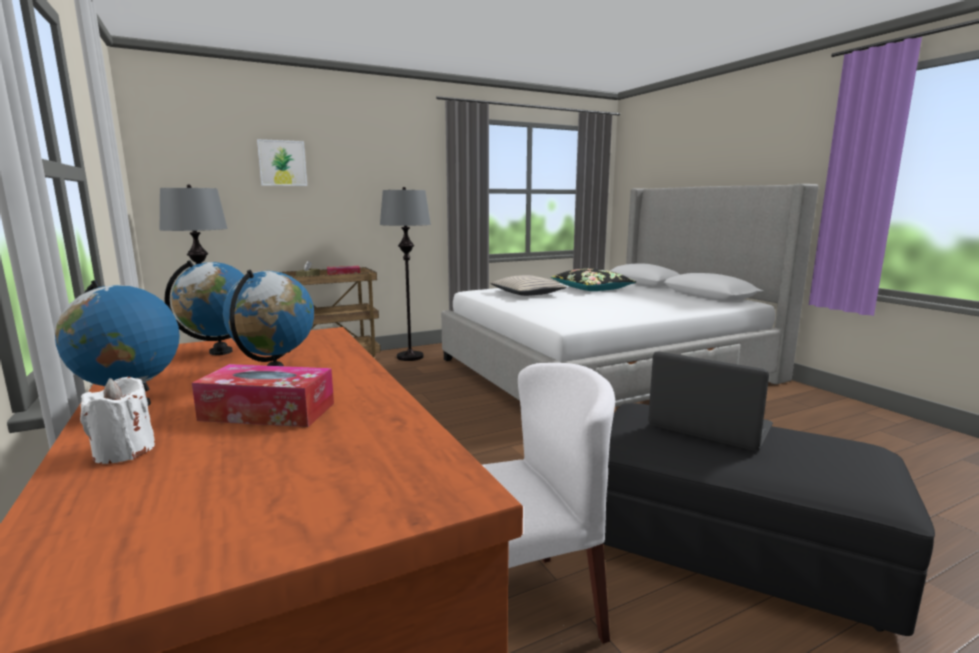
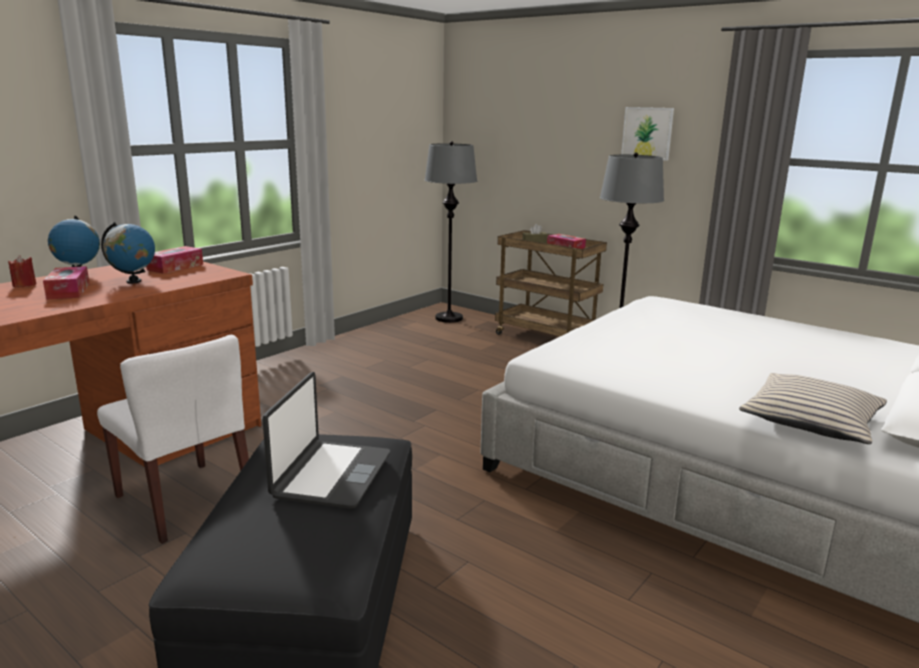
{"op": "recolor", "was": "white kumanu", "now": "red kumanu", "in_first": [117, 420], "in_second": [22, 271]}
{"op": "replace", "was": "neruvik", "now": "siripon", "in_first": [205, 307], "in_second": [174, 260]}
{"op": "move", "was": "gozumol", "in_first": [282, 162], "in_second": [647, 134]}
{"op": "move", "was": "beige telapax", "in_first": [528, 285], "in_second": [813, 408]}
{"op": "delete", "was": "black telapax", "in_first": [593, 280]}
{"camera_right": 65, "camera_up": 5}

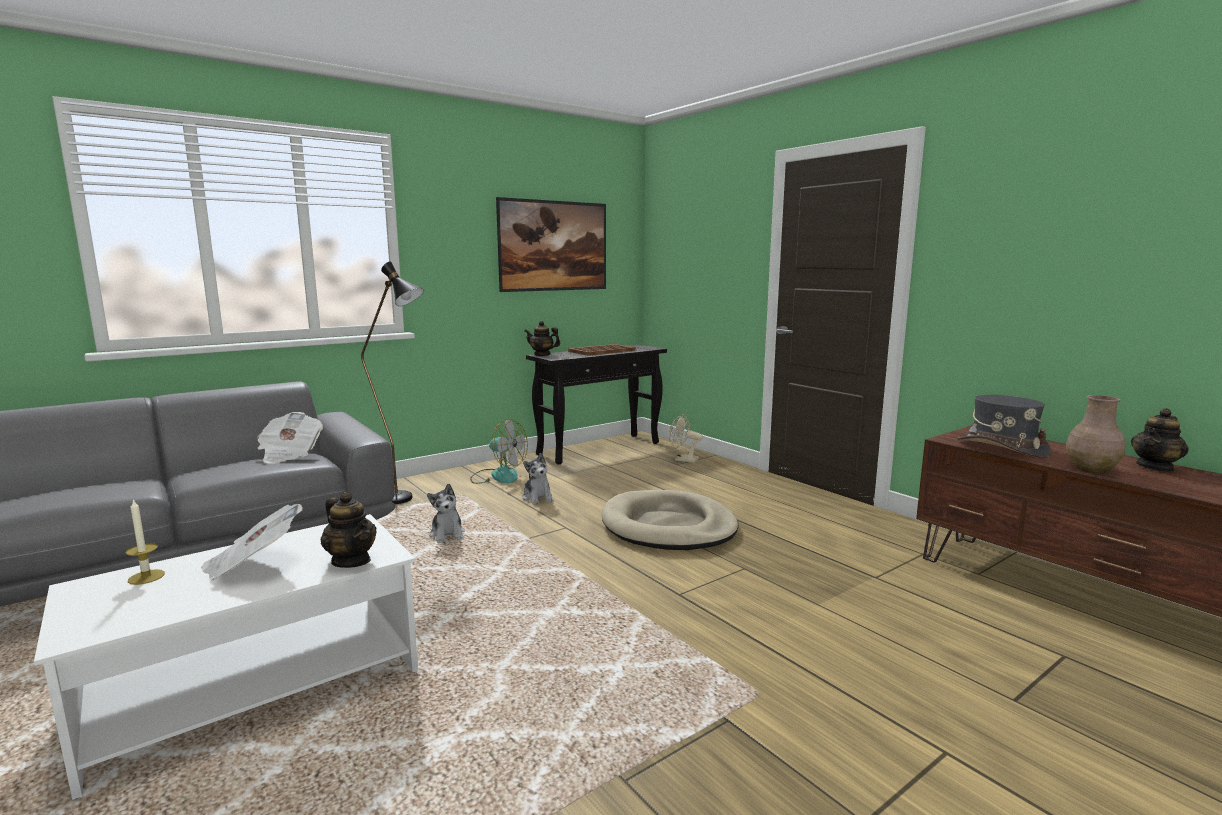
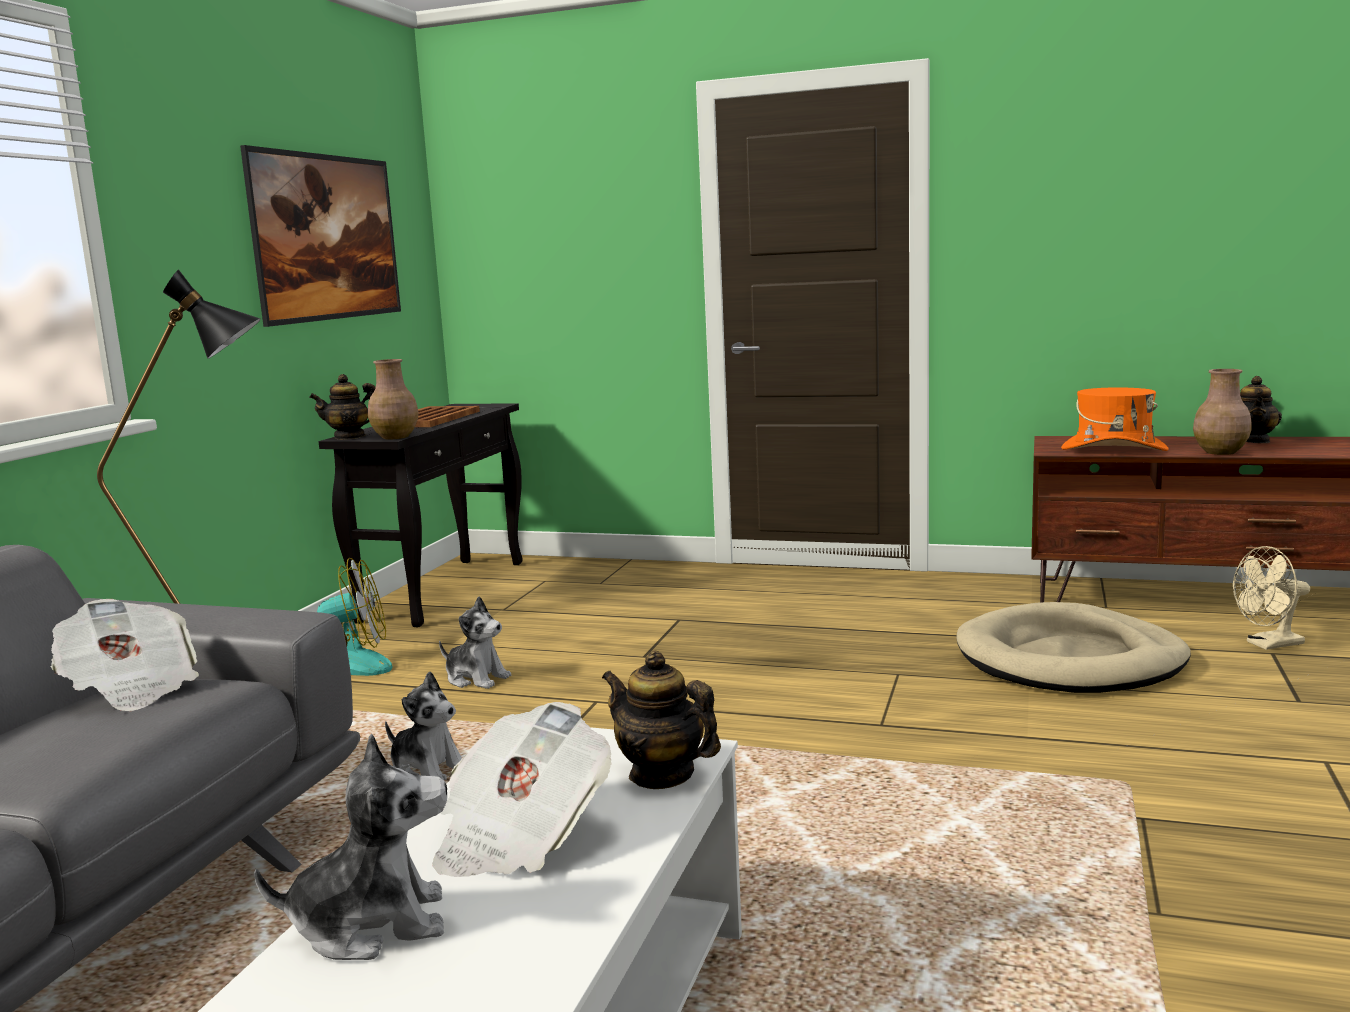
{"op": "replace", "was": "kumanu", "now": "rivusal", "in_first": [145, 542], "in_second": [350, 847]}
{"op": "insert", "now": "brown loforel", "in_second": [393, 399]}
{"op": "rotate", "was": "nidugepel", "in_first": [349, 530], "in_second": [661, 720], "clockwise": -150}
{"op": "move", "was": "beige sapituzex", "in_first": [670, 520], "in_second": [1073, 647]}
{"op": "recolor", "was": "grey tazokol", "now": "orange tazokol", "in_first": [1004, 426], "in_second": [1115, 419]}
{"op": "move", "was": "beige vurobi", "in_first": [686, 438], "in_second": [1271, 598]}
{"camera_right": -35, "camera_up": 0}

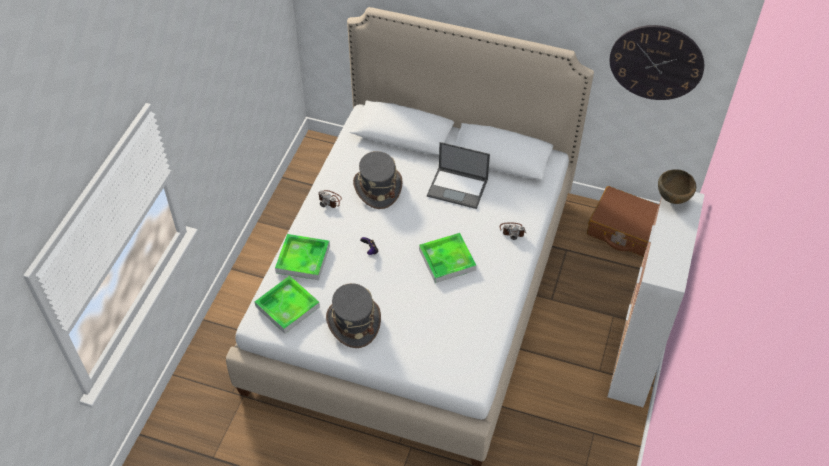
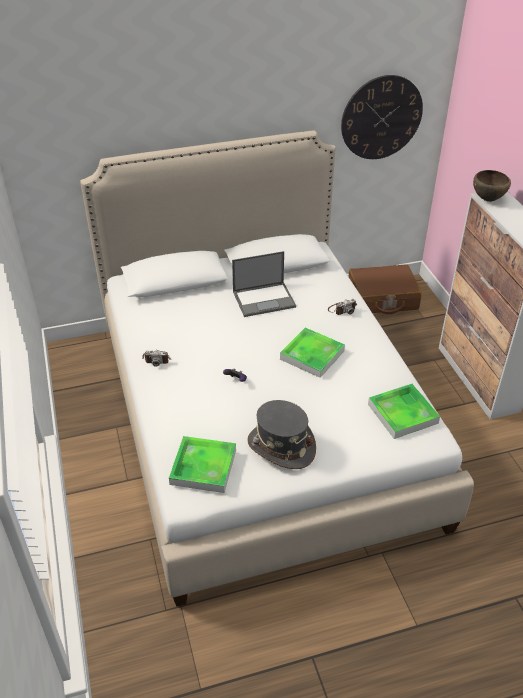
{"op": "move", "was": "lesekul", "in_first": [302, 257], "in_second": [404, 411]}
{"op": "delete", "was": "grey tazokol", "in_first": [378, 180]}
{"camera_right": -35, "camera_up": -10}

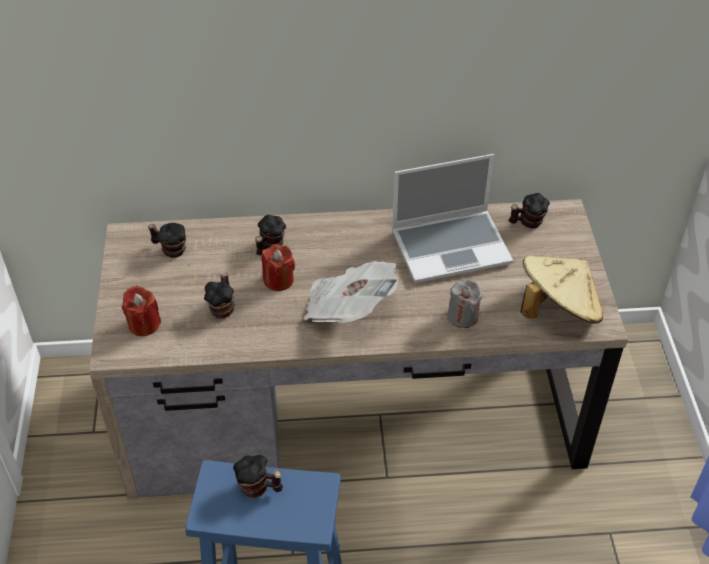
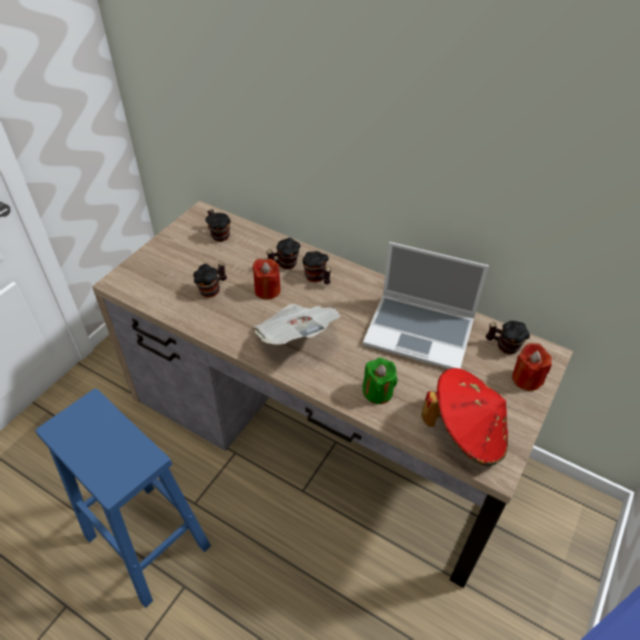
{"op": "move", "was": "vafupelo", "in_first": [258, 476], "in_second": [317, 268]}
{"op": "recolor", "was": "grey kumanu", "now": "green kumanu", "in_first": [465, 304], "in_second": [379, 381]}
{"op": "recolor", "was": "beige tazokol", "now": "red tazokol", "in_first": [562, 290], "in_second": [464, 417]}
{"op": "move", "was": "red kumanu", "in_first": [141, 311], "in_second": [532, 367]}
{"camera_right": 35, "camera_up": 0}

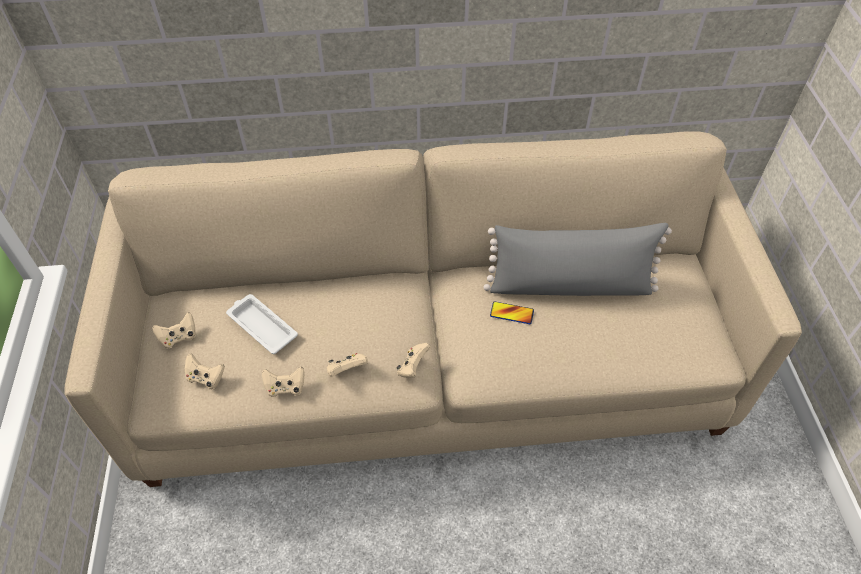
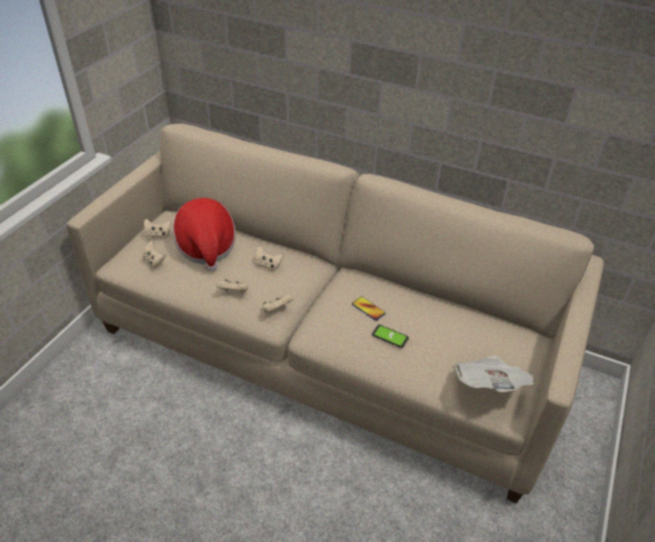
{"op": "replace", "was": "white lesekul", "now": "tazokol", "in_first": [262, 324], "in_second": [204, 234]}
{"op": "move", "was": "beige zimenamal", "in_first": [283, 381], "in_second": [269, 258]}
{"op": "insert", "now": "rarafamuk", "in_second": [390, 336]}
{"op": "insert", "now": "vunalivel", "in_second": [494, 374]}
{"op": "delete", "was": "grey telapax", "in_first": [577, 259]}
{"camera_right": 30, "camera_up": -10}

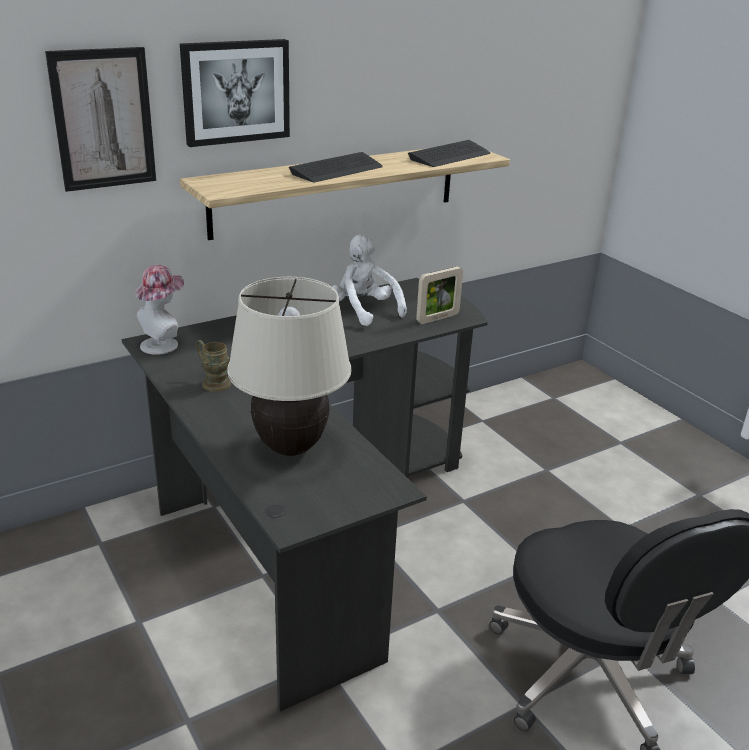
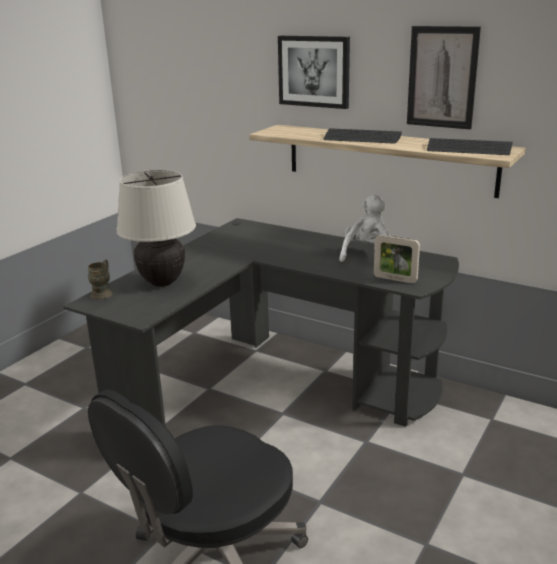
{"op": "move", "was": "brown vafupelo", "in_first": [213, 366], "in_second": [100, 279]}
{"op": "move", "was": "gozumol", "in_first": [100, 119], "in_second": [444, 77]}
{"op": "delete", "was": "tazokol", "in_first": [159, 310]}
{"camera_right": 65, "camera_up": -5}

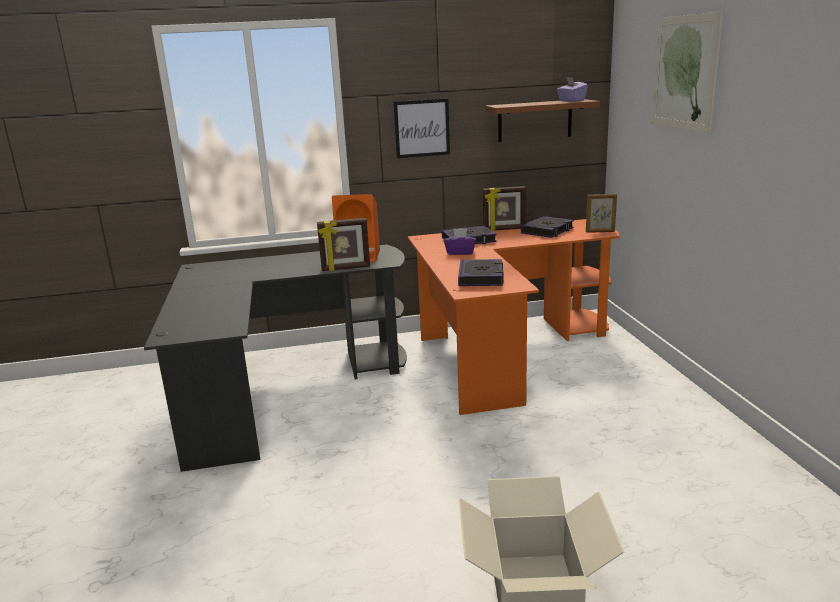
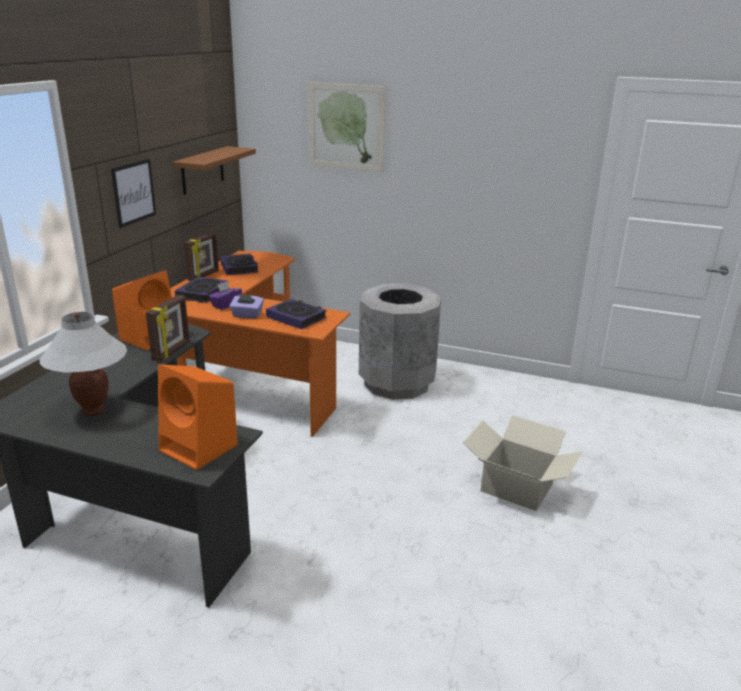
{"op": "insert", "now": "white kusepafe", "in_second": [83, 364]}
{"op": "insert", "now": "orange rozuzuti", "in_second": [198, 417]}
{"op": "move", "was": "purple siripon", "in_first": [572, 89], "in_second": [246, 306]}
{"op": "insert", "now": "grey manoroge", "in_second": [400, 341]}
{"op": "delete", "was": "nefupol", "in_first": [601, 213]}
{"camera_right": -60, "camera_up": 5}

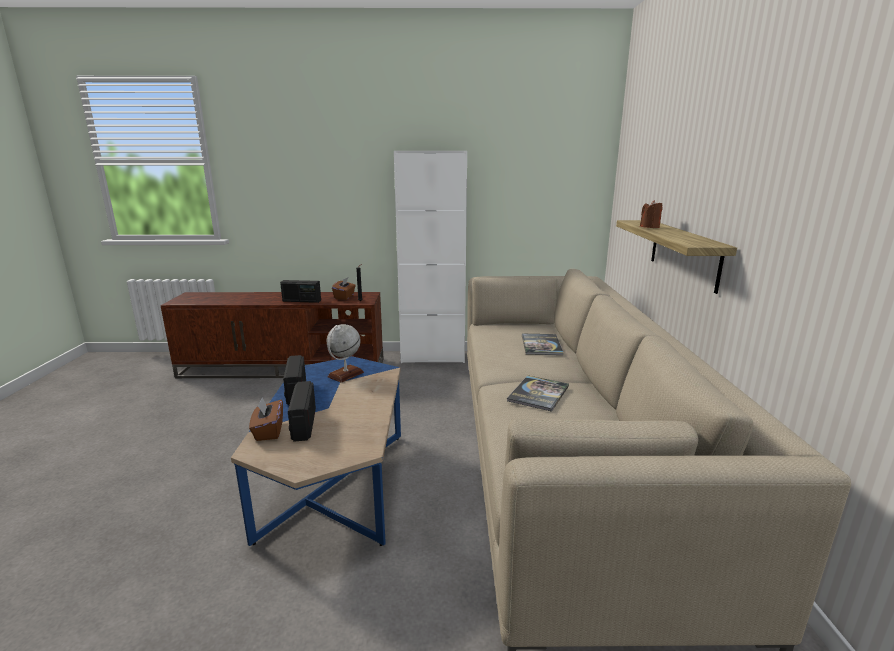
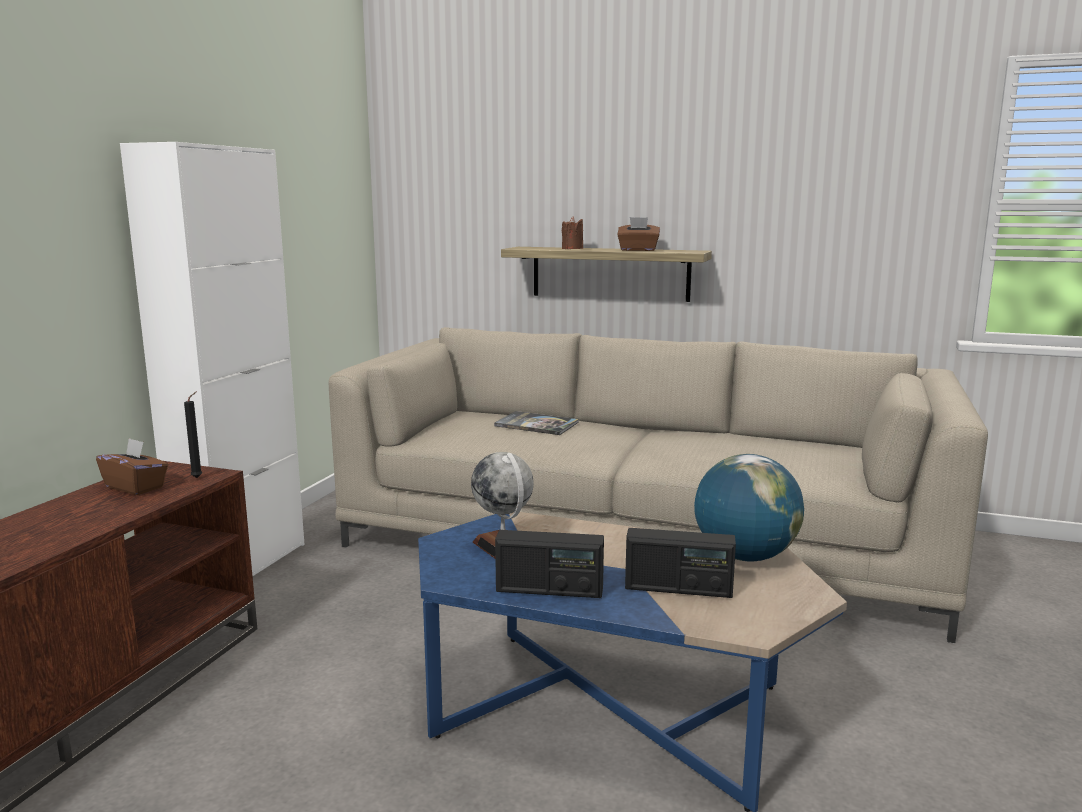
{"op": "move", "was": "brown siripon", "in_first": [266, 419], "in_second": [638, 234]}
{"op": "insert", "now": "neruvik", "in_second": [749, 507]}
{"op": "delete", "was": "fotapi", "in_first": [300, 291]}
{"op": "delete", "was": "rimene", "in_first": [538, 393]}
{"camera_right": -70, "camera_up": -5}

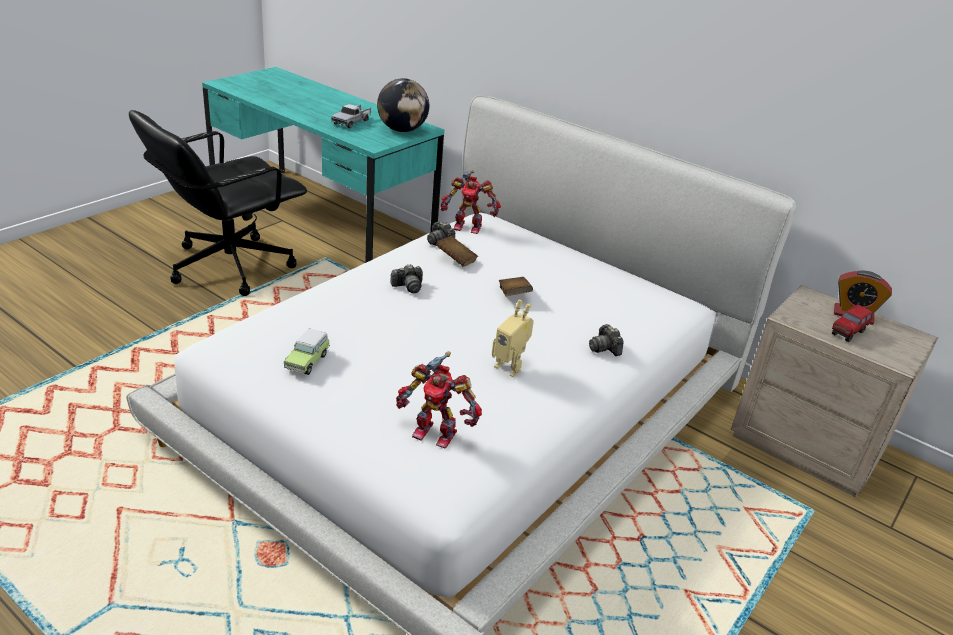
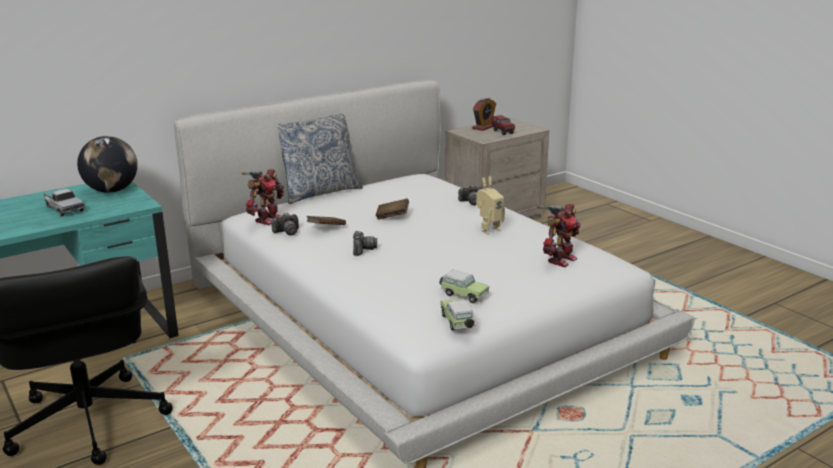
{"op": "insert", "now": "telapax", "in_second": [320, 159]}
{"op": "insert", "now": "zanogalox", "in_second": [458, 314]}
{"camera_right": -70, "camera_up": -10}

